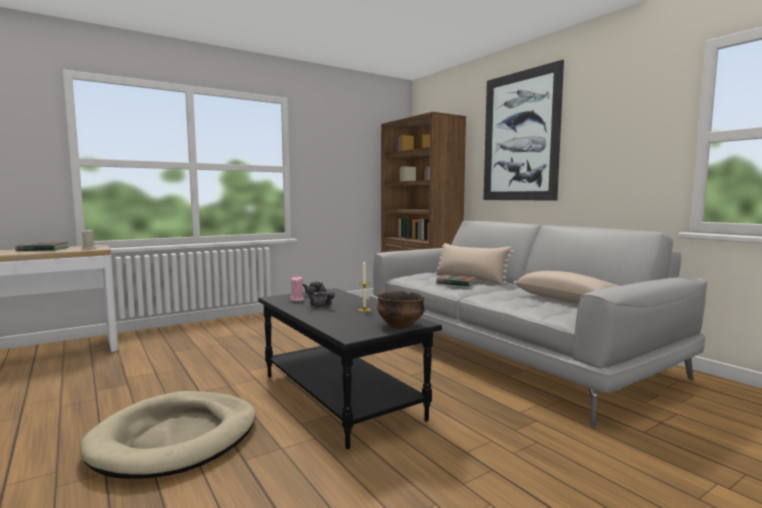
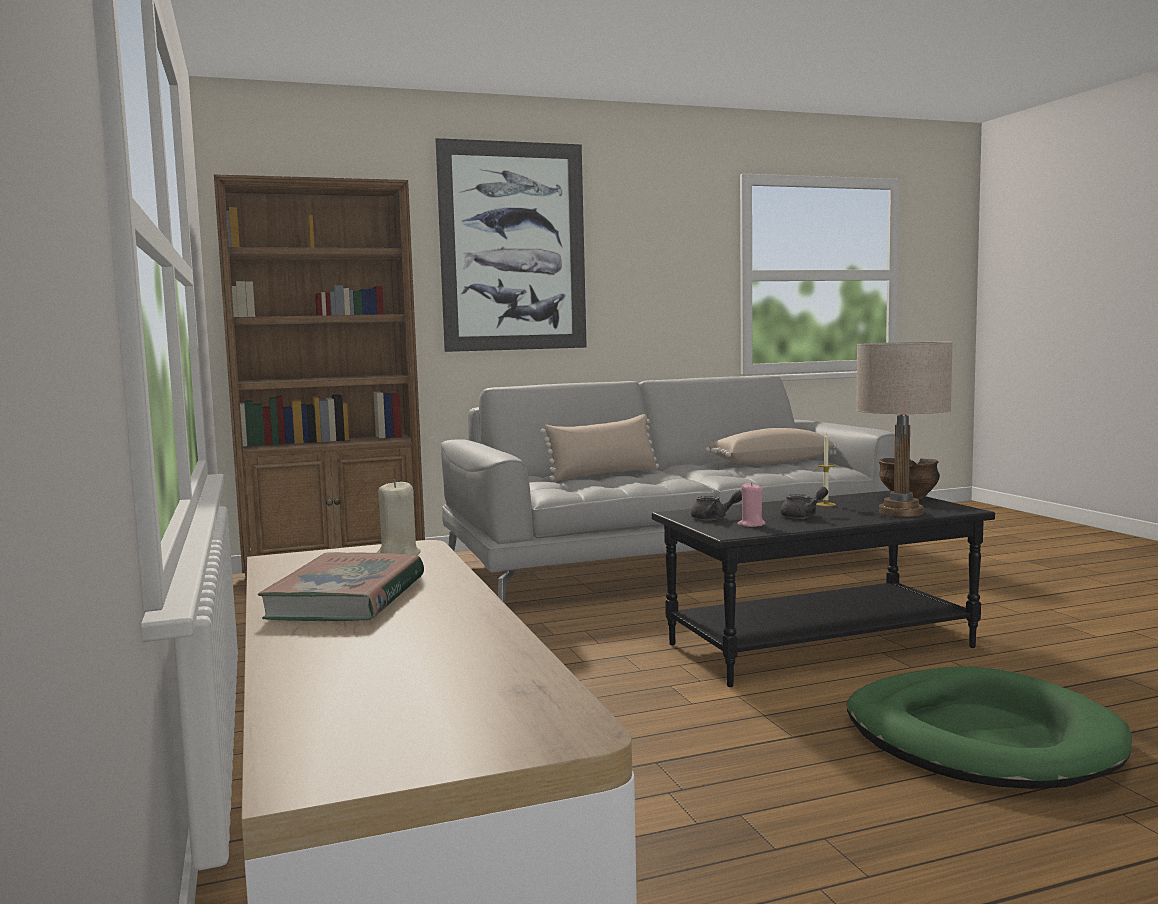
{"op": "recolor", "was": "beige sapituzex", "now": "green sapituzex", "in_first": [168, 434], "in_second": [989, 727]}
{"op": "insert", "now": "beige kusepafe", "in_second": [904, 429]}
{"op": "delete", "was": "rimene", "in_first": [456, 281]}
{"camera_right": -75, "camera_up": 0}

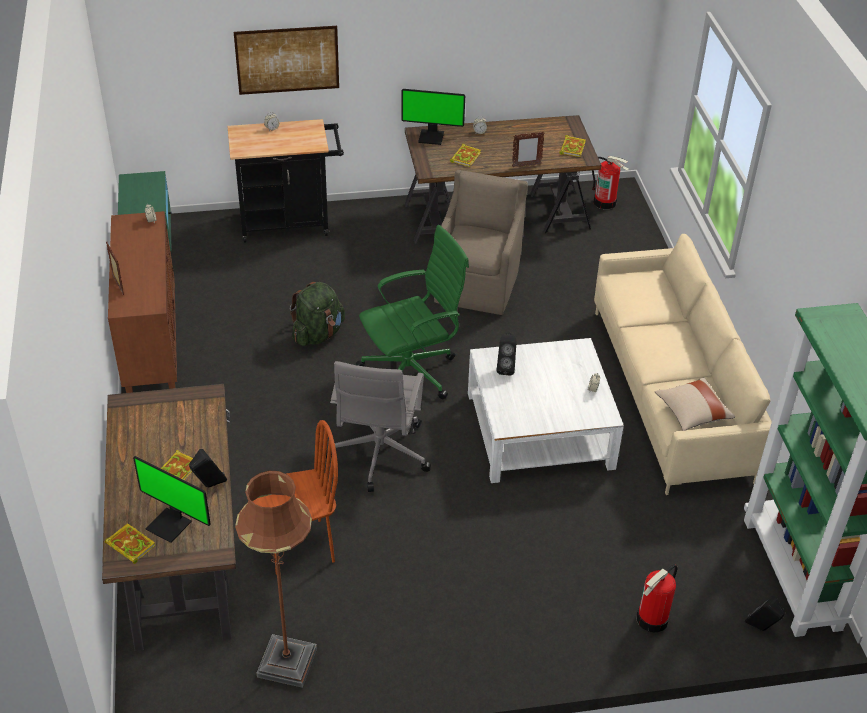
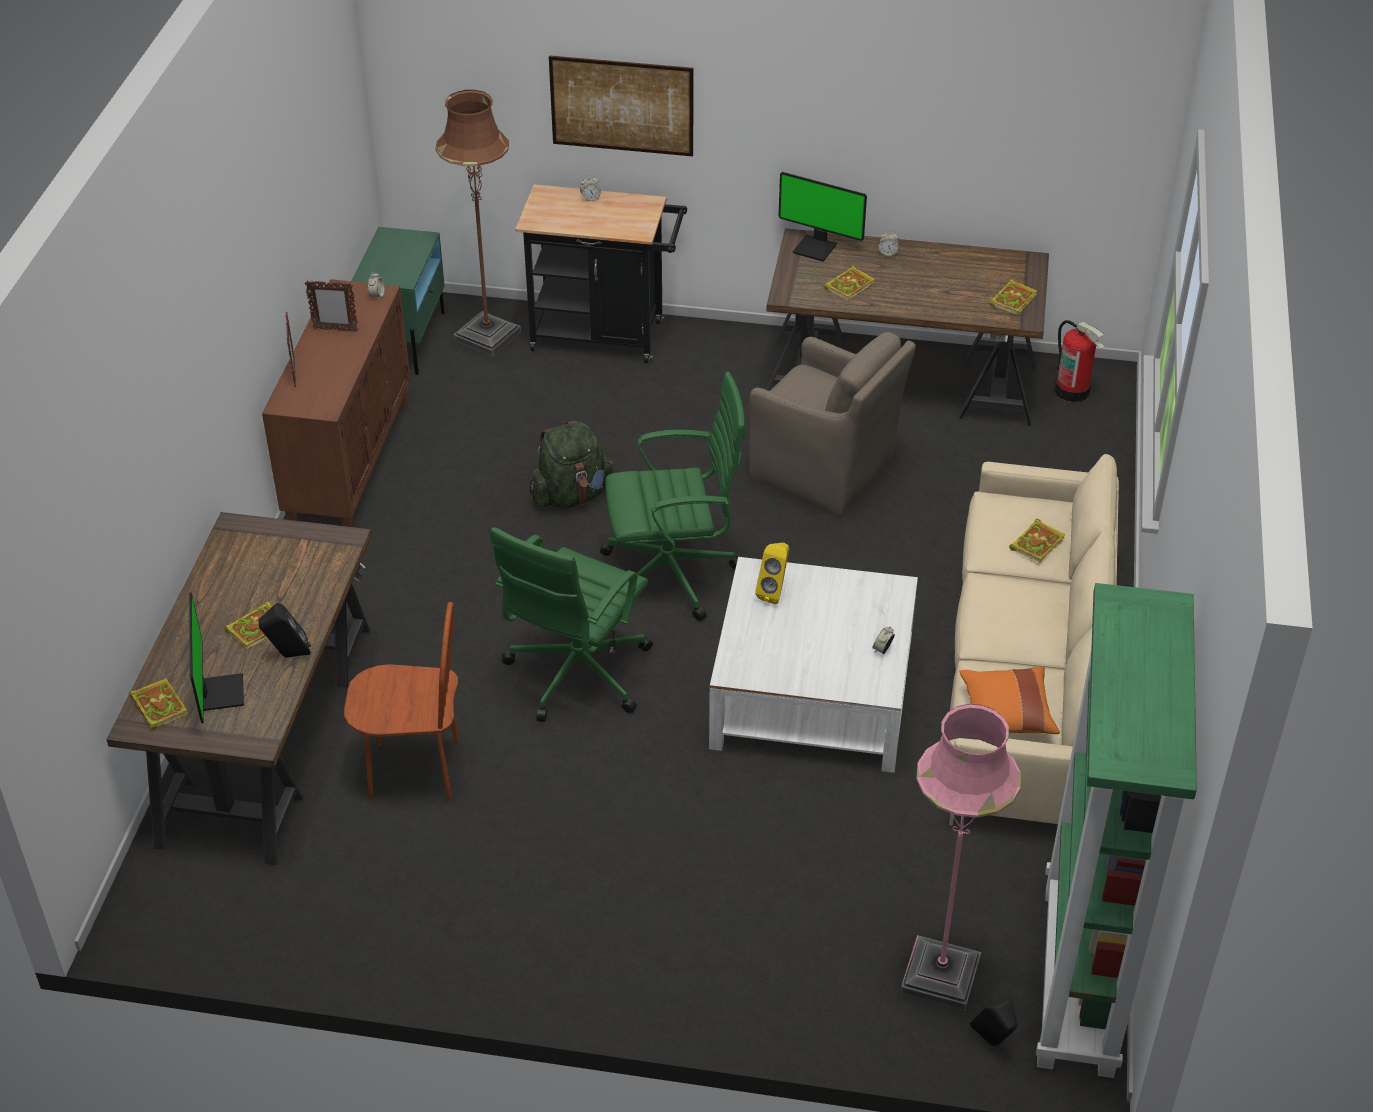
{"op": "rotate", "was": "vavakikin", "in_first": [172, 499], "in_second": [216, 658], "clockwise": -150}
{"op": "move", "was": "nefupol", "in_first": [528, 149], "in_second": [332, 306]}
{"op": "move", "was": "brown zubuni", "in_first": [276, 579], "in_second": [478, 223]}
{"op": "recolor", "was": "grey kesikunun", "now": "green kesikunun", "in_first": [378, 426], "in_second": [572, 624]}
{"op": "rotate", "was": "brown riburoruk", "in_first": [481, 242], "in_second": [832, 424], "clockwise": 90}
{"op": "recolor", "was": "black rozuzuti", "now": "yellow rozuzuti", "in_first": [506, 354], "in_second": [772, 573]}
{"op": "insert", "now": "pink zubuni", "in_second": [961, 857]}
{"op": "recolor", "was": "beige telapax", "now": "orange telapax", "in_first": [695, 404], "in_second": [1009, 700]}
{"op": "insert", "now": "rimene", "in_second": [1037, 541]}
{"op": "delete", "was": "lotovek", "in_first": [656, 598]}
{"camera_right": 20, "camera_up": 0}

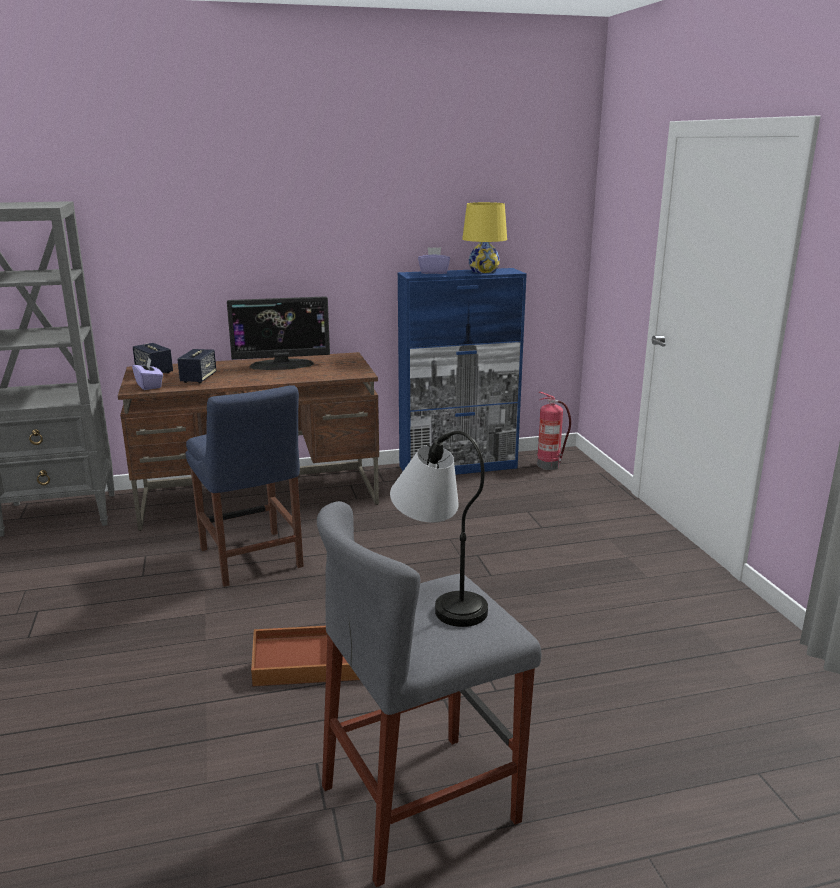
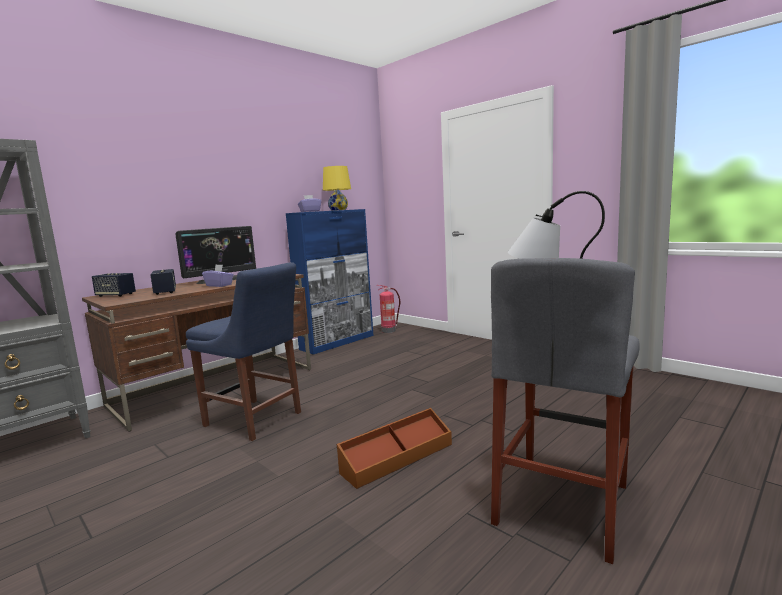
{"op": "move", "was": "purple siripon", "in_first": [147, 374], "in_second": [218, 276]}
{"camera_right": -30, "camera_up": -10}

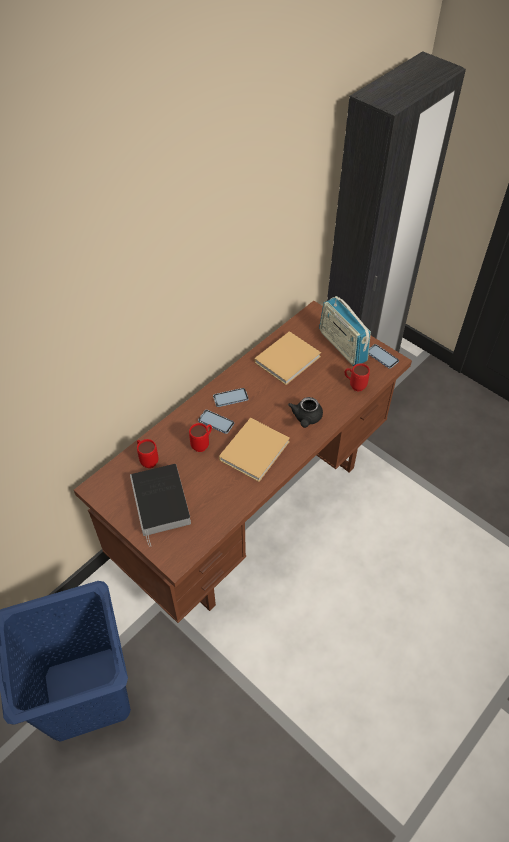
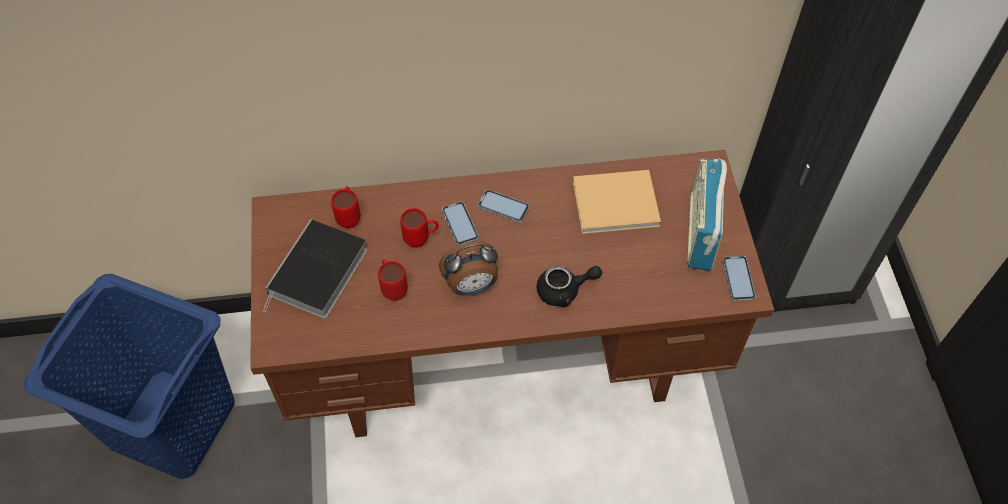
{"op": "move", "was": "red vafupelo", "in_first": [357, 377], "in_second": [393, 280]}
{"op": "replace", "was": "beige rimene", "now": "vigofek", "in_first": [254, 450], "in_second": [468, 268]}
{"op": "rotate", "was": "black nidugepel", "in_first": [305, 412], "in_second": [569, 286], "clockwise": -150}
{"camera_right": 40, "camera_up": 5}

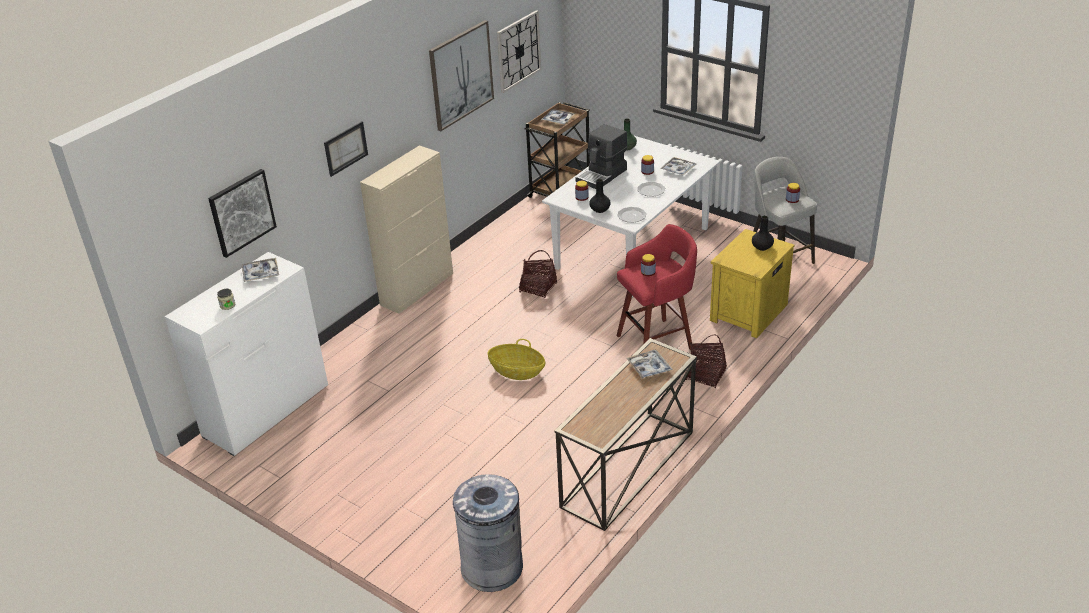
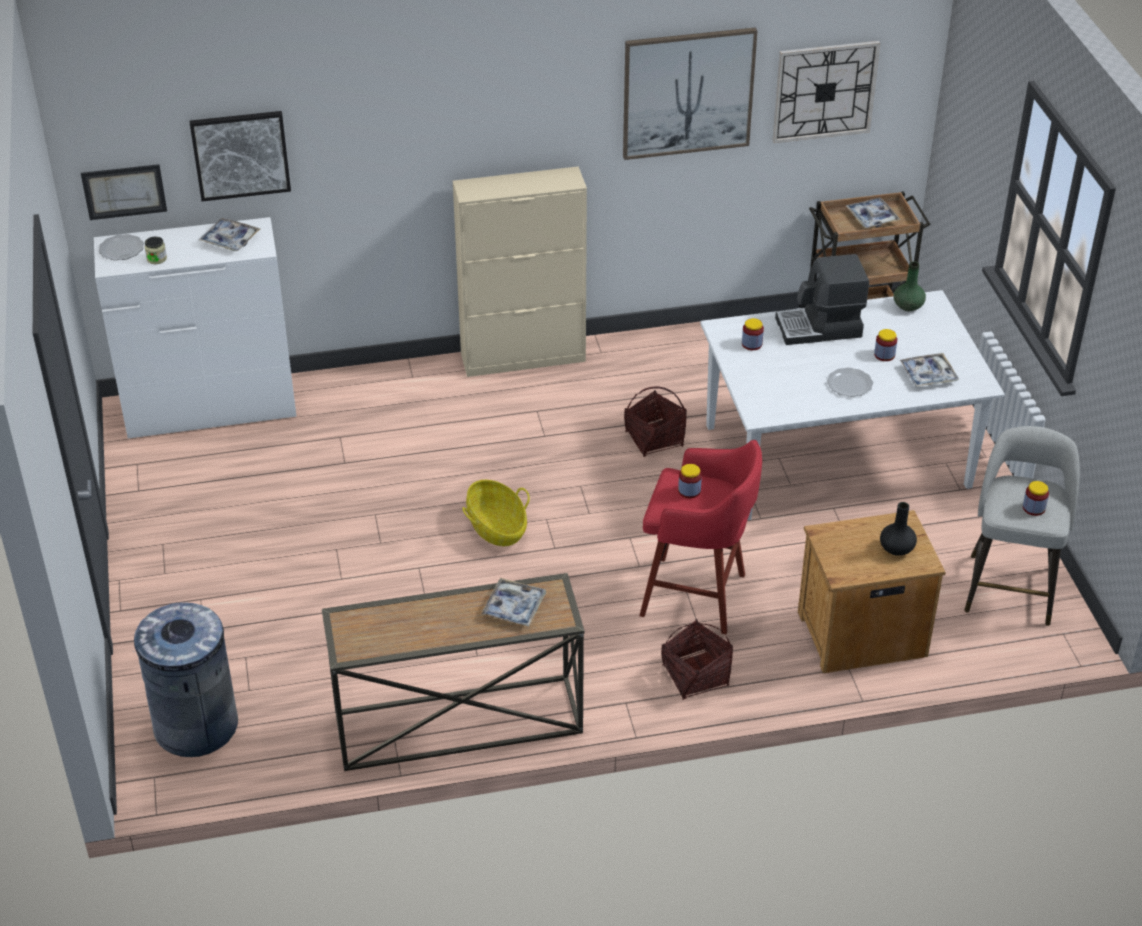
{"op": "move", "was": "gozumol", "in_first": [346, 149], "in_second": [124, 192]}
{"op": "move", "was": "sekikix", "in_first": [632, 215], "in_second": [121, 247]}
{"op": "recolor", "was": "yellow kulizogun", "now": "brown kulizogun", "in_first": [752, 283], "in_second": [872, 591]}
{"op": "delete", "was": "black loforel", "in_first": [600, 196]}
{"camera_right": 40, "camera_up": 5}

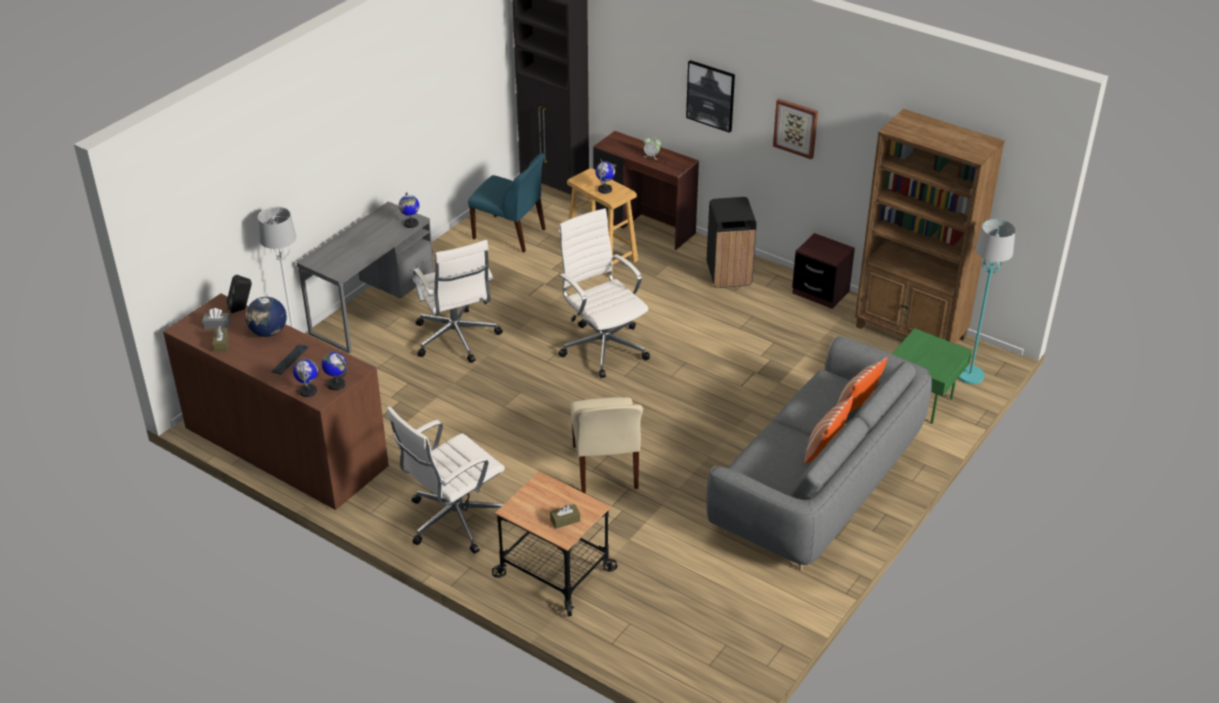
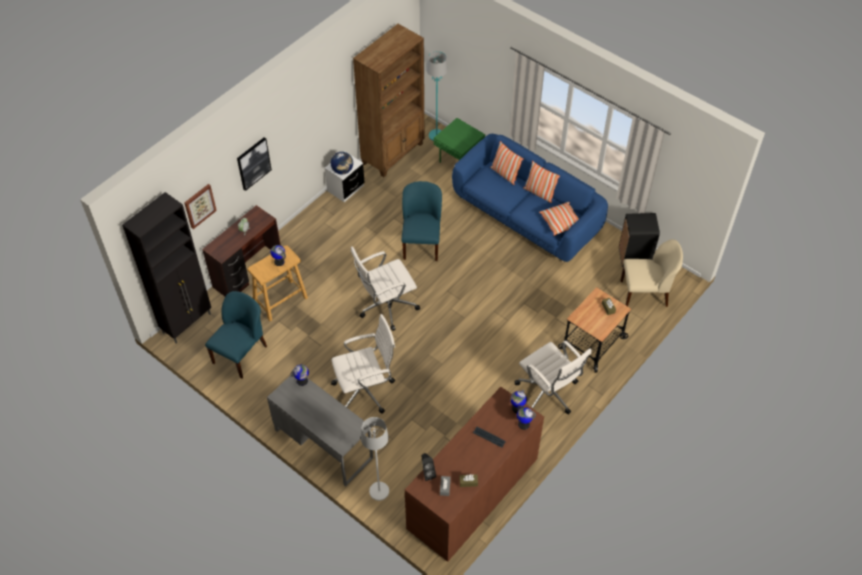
{"op": "move", "was": "gozumol", "in_first": [795, 129], "in_second": [200, 206]}
{"op": "recolor", "was": "brown kulizogun", "now": "white kulizogun", "in_first": [823, 271], "in_second": [345, 176]}
{"op": "move", "was": "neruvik", "in_first": [266, 317], "in_second": [342, 163]}
{"op": "insert", "now": "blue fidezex", "in_second": [421, 221]}
{"op": "recolor", "was": "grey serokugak", "now": "blue serokugak", "in_first": [819, 453], "in_second": [530, 198]}
{"op": "insert", "now": "telapax", "in_second": [559, 219]}
{"op": "move", "was": "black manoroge", "in_first": [732, 242], "in_second": [639, 240]}
{"op": "move", "was": "beige fidezex", "in_first": [606, 445], "in_second": [651, 273]}
{"camera_right": -85, "camera_up": 15}

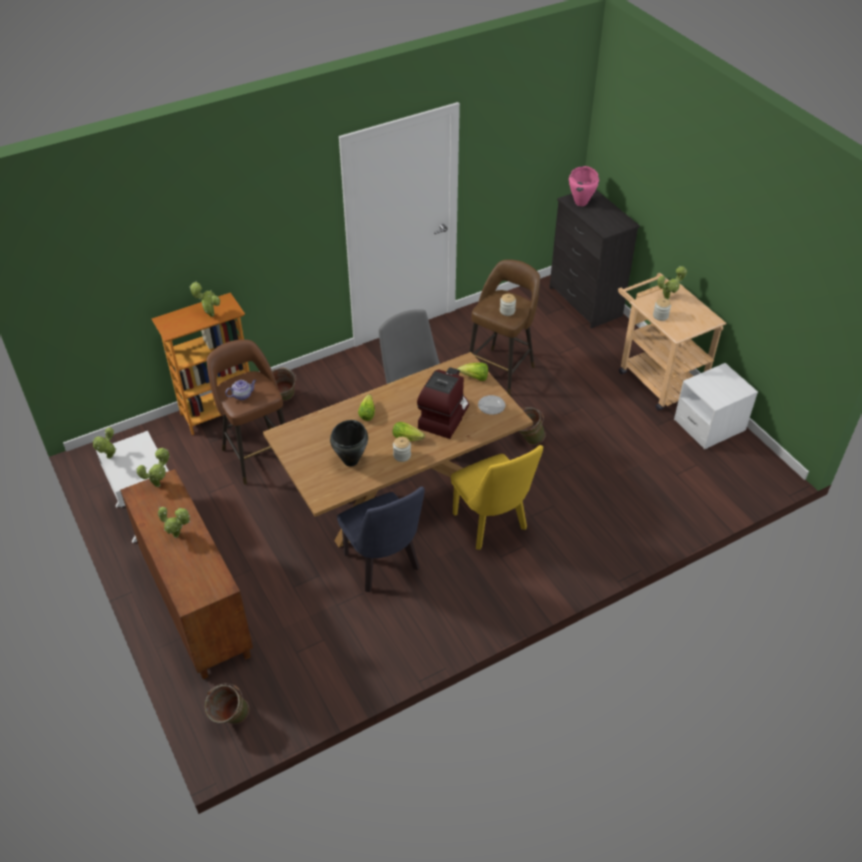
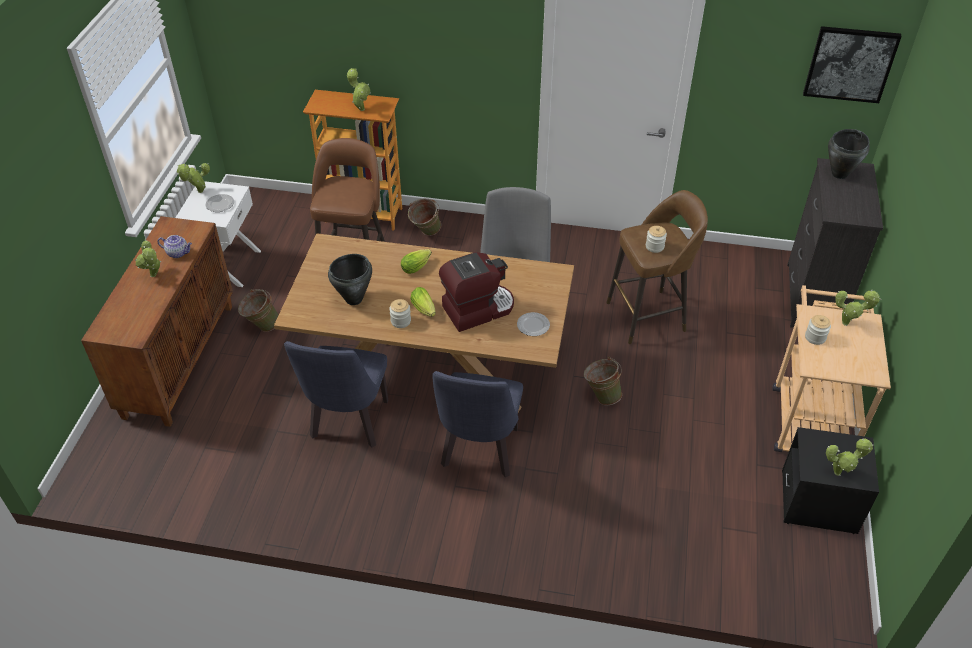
{"op": "move", "was": "nidugepel", "in_first": [240, 390], "in_second": [174, 246]}
{"op": "insert", "now": "sekikix", "in_second": [220, 203]}
{"op": "move", "was": "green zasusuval", "in_first": [227, 704], "in_second": [258, 310]}
{"op": "recolor", "was": "yellow fidezex", "now": "blue fidezex", "in_first": [497, 497], "in_second": [478, 424]}
{"op": "recolor", "was": "white kulizogun", "now": "black kulizogun", "in_first": [716, 406], "in_second": [830, 480]}
{"op": "insert", "now": "gozumol", "in_second": [852, 64]}
{"op": "move", "was": "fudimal", "in_first": [153, 467], "in_second": [850, 457]}
{"op": "recolor", "was": "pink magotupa", "now": "black magotupa", "in_first": [584, 186], "in_second": [849, 154]}
{"op": "delete", "was": "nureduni", "in_first": [472, 372]}
{"camera_right": 40, "camera_up": 0}

